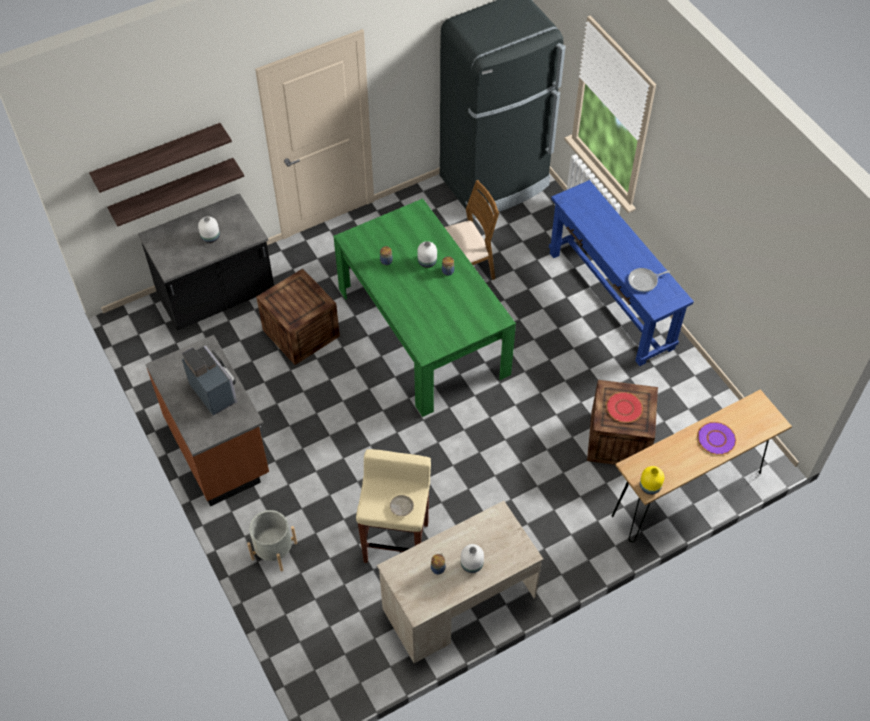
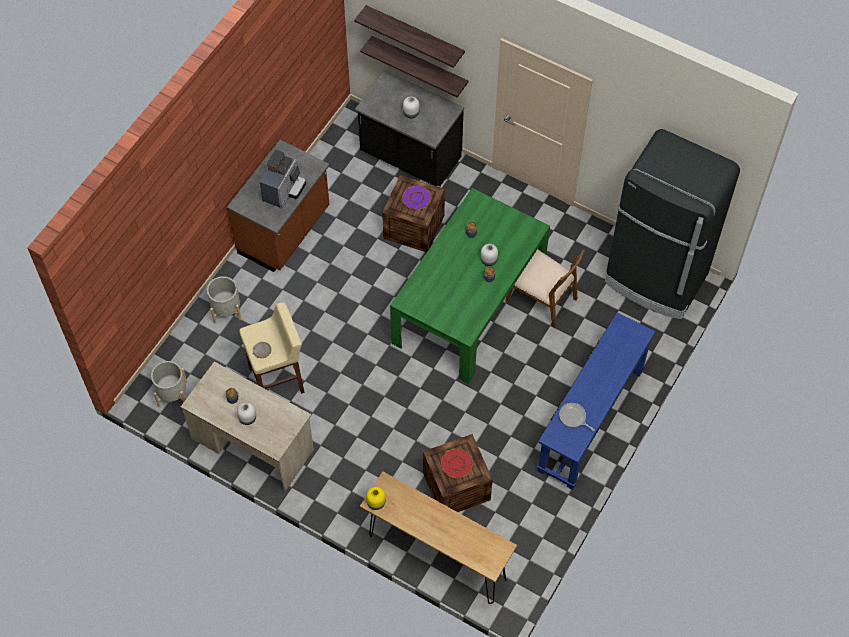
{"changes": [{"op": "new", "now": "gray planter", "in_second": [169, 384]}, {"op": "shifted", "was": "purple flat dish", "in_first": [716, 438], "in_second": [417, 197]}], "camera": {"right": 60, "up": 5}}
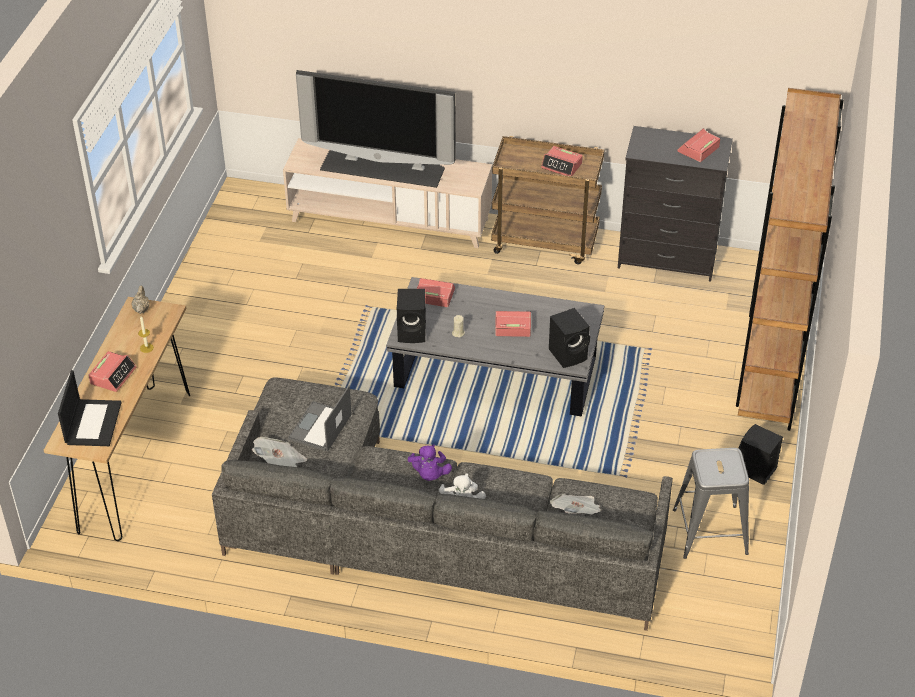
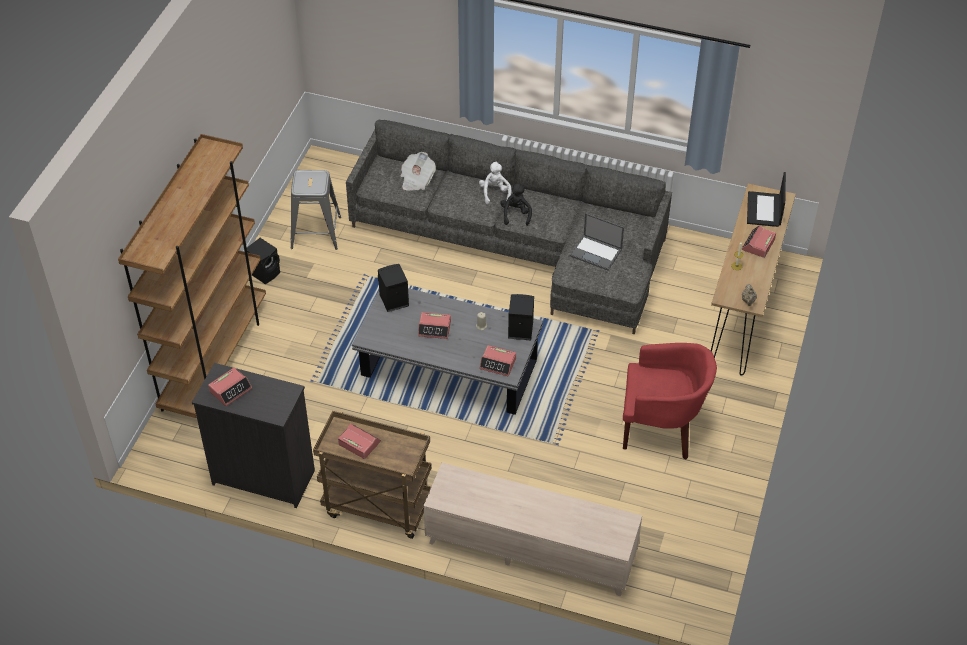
{"changes": [{"op": "repainted", "was": "purple plush toy", "now": "black plush toy", "in_first": [430, 462], "in_second": [516, 204]}, {"op": "rotated", "was": "portable computer", "in_first": [320, 419], "in_second": [597, 242], "clockwise": 90}, {"op": "new", "now": "red armchair", "in_second": [670, 401]}, {"op": "gone", "was": "printed paper", "in_first": [279, 452]}, {"op": "gone", "was": "television", "in_first": [376, 129]}], "camera": {"right": -175, "up": 5}}
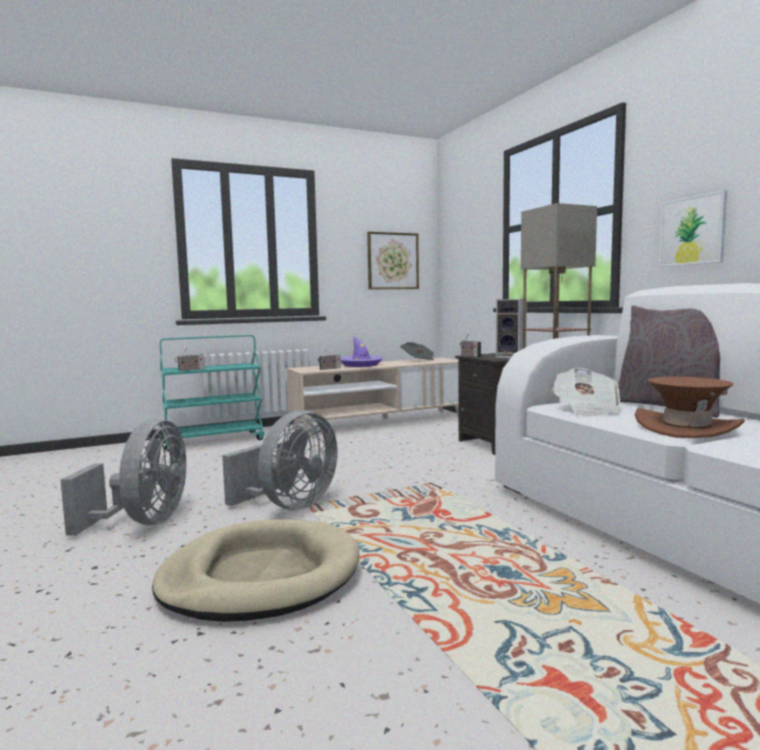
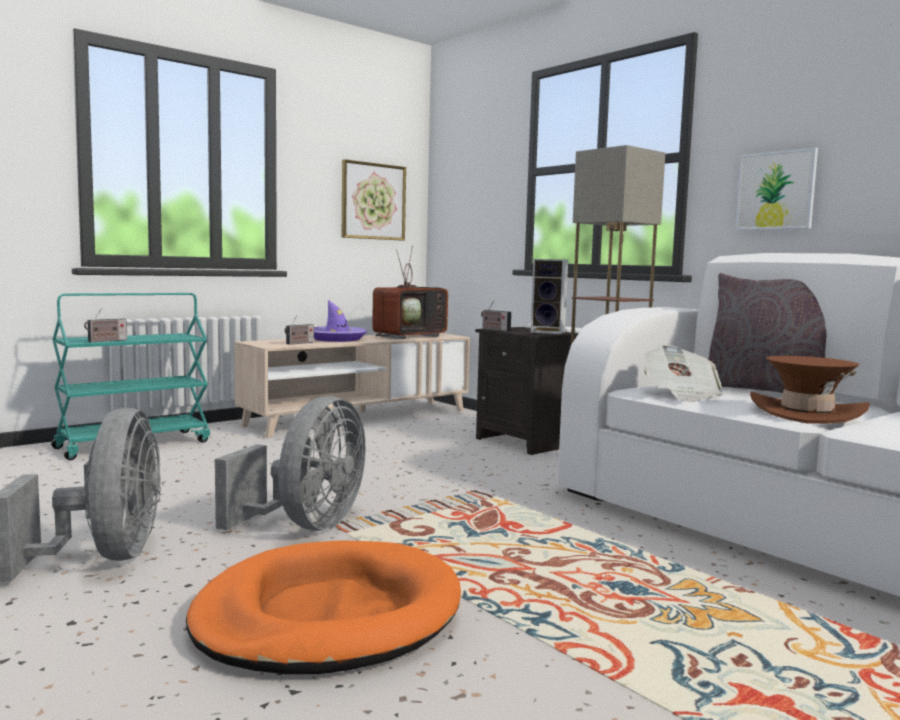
{"changes": [{"op": "repainted", "was": "sand-coloured pet bed", "now": "orange-coloured pet bed", "in_first": [255, 570], "in_second": [323, 607]}, {"op": "swapped", "was": "printed paper", "now": "television", "in_first": [417, 351], "in_second": [410, 292]}], "camera": {"right": -15, "up": 0}}
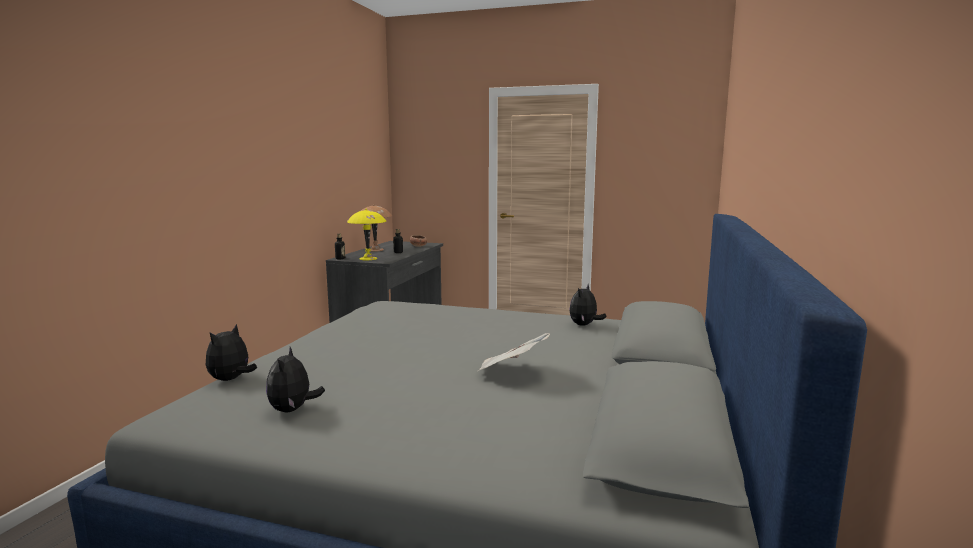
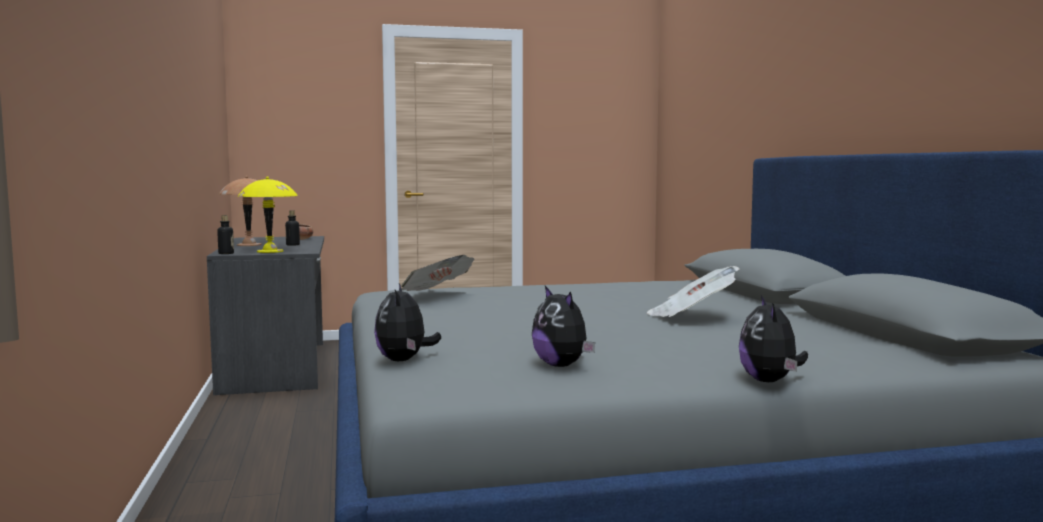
{"changes": [{"op": "new", "now": "printed paper", "in_second": [438, 273]}, {"op": "shifted", "was": "plush toy", "in_first": [587, 305], "in_second": [773, 338]}], "camera": {"right": -30, "up": -5}}
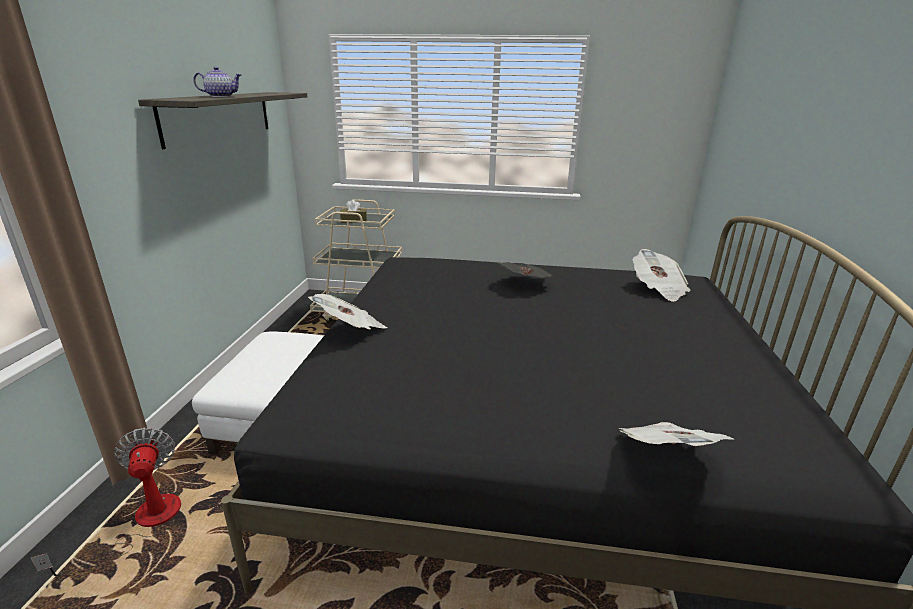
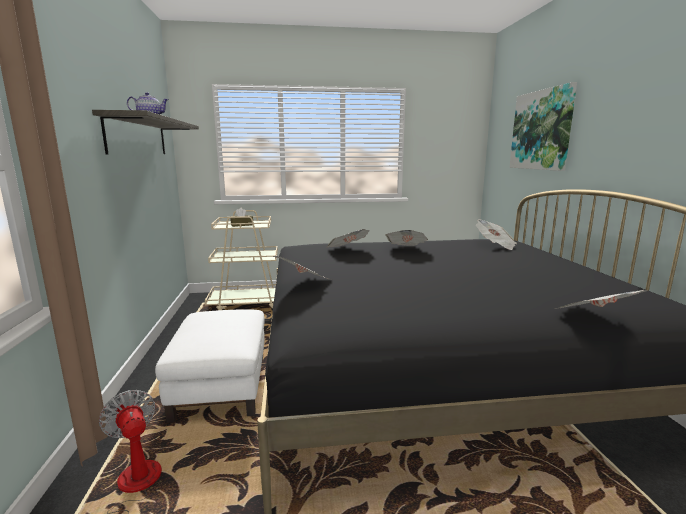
{"changes": [{"op": "new", "now": "printed paper", "in_second": [348, 238]}, {"op": "new", "now": "wall art", "in_second": [543, 126]}], "camera": {"right": -15, "up": -10}}
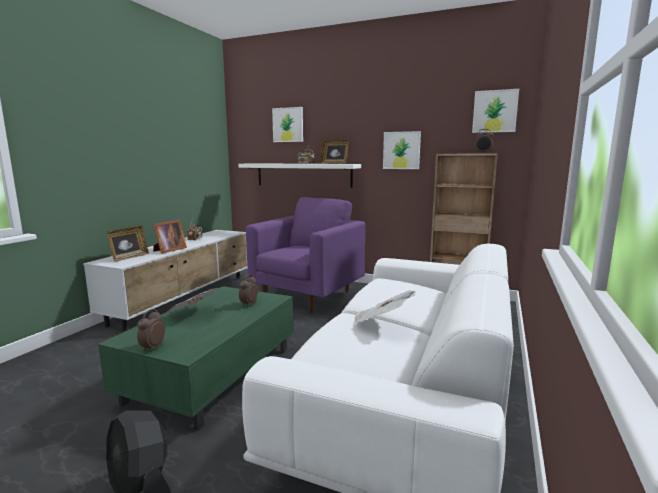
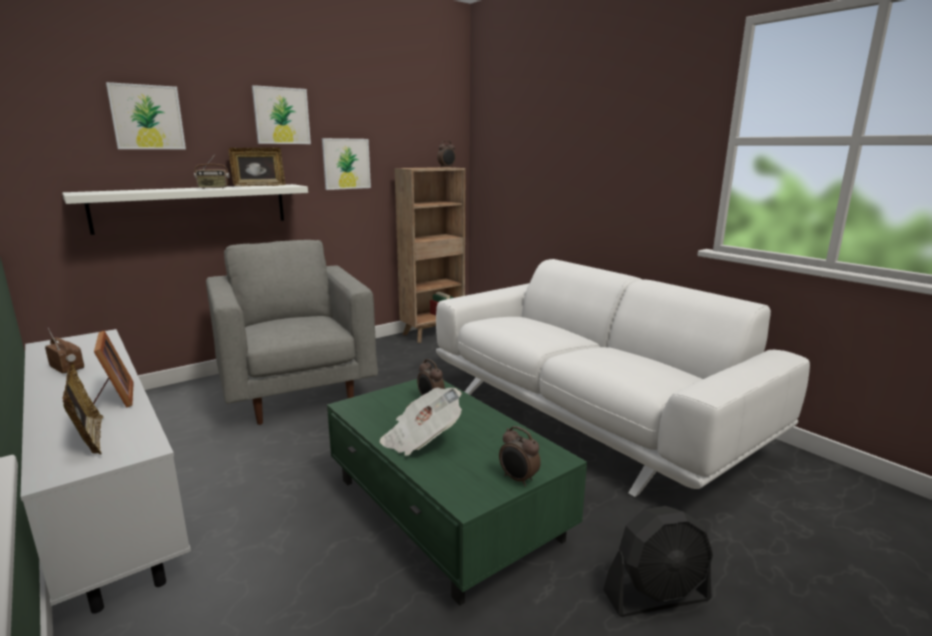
{"changes": [{"op": "repainted", "was": "purple armchair", "now": "gray armchair", "in_first": [305, 255], "in_second": [292, 332]}, {"op": "shifted", "was": "wall art", "in_first": [495, 111], "in_second": [281, 114]}, {"op": "gone", "was": "printed paper", "in_first": [385, 307]}], "camera": {"right": -60, "up": 5}}
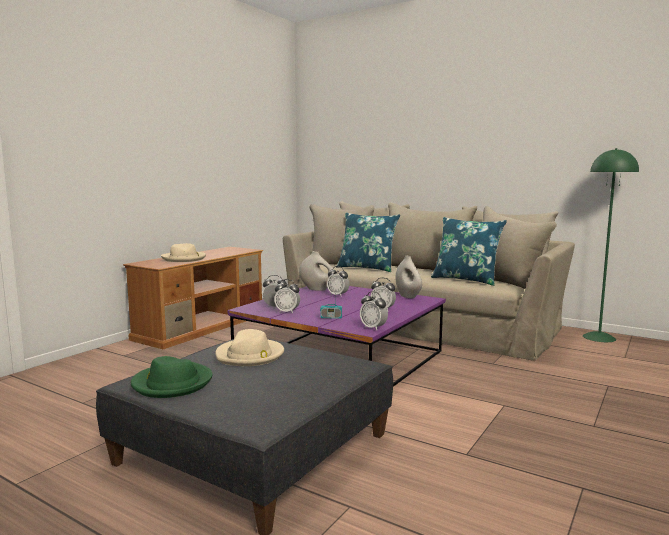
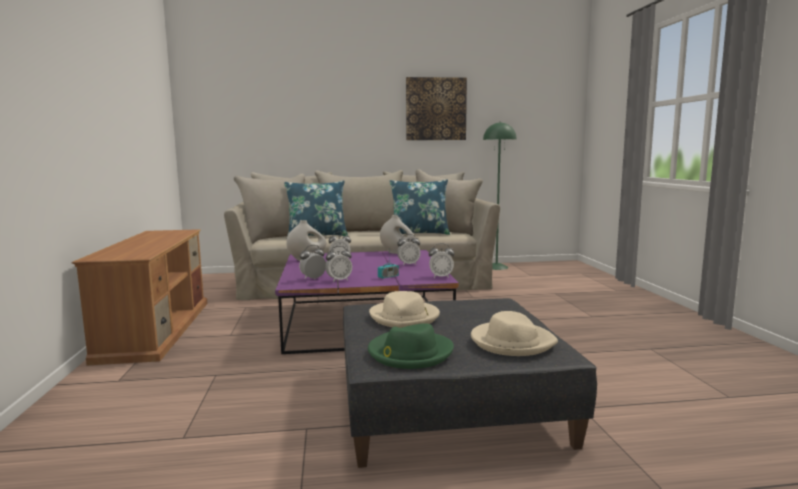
{"changes": [{"op": "new", "now": "wall art", "in_second": [436, 108]}, {"op": "shifted", "was": "sand-coloured hat", "in_first": [183, 252], "in_second": [514, 333]}], "camera": {"right": -40, "up": 0}}
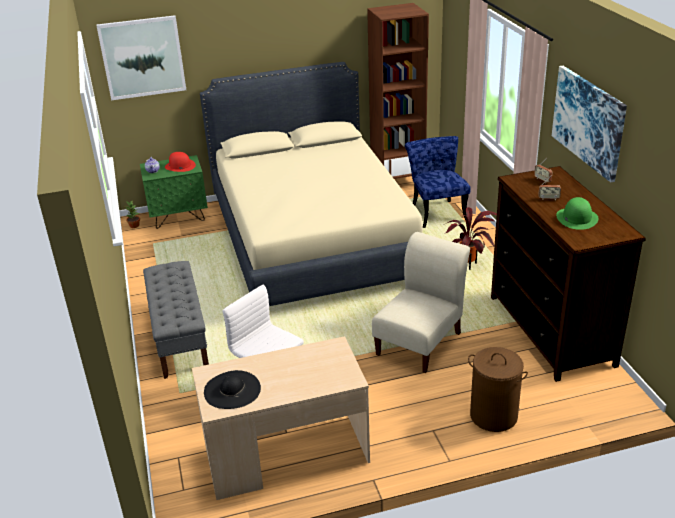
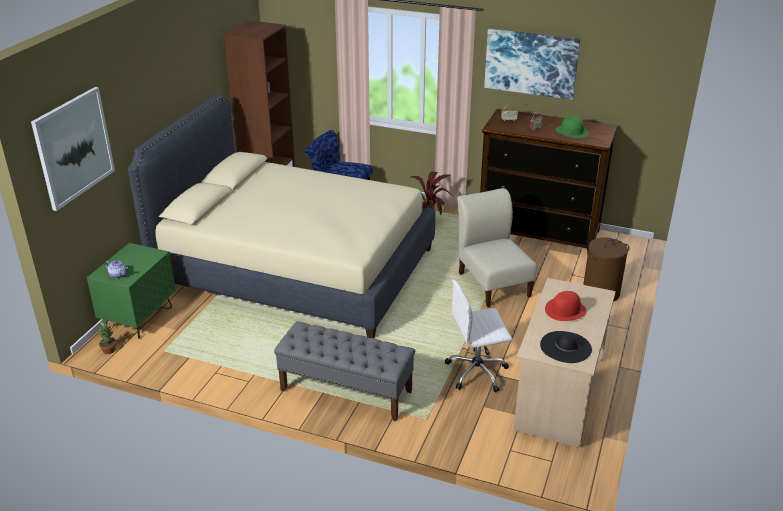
{"changes": [{"op": "shifted", "was": "red hat", "in_first": [180, 162], "in_second": [565, 306]}], "camera": {"right": -55, "up": 0}}
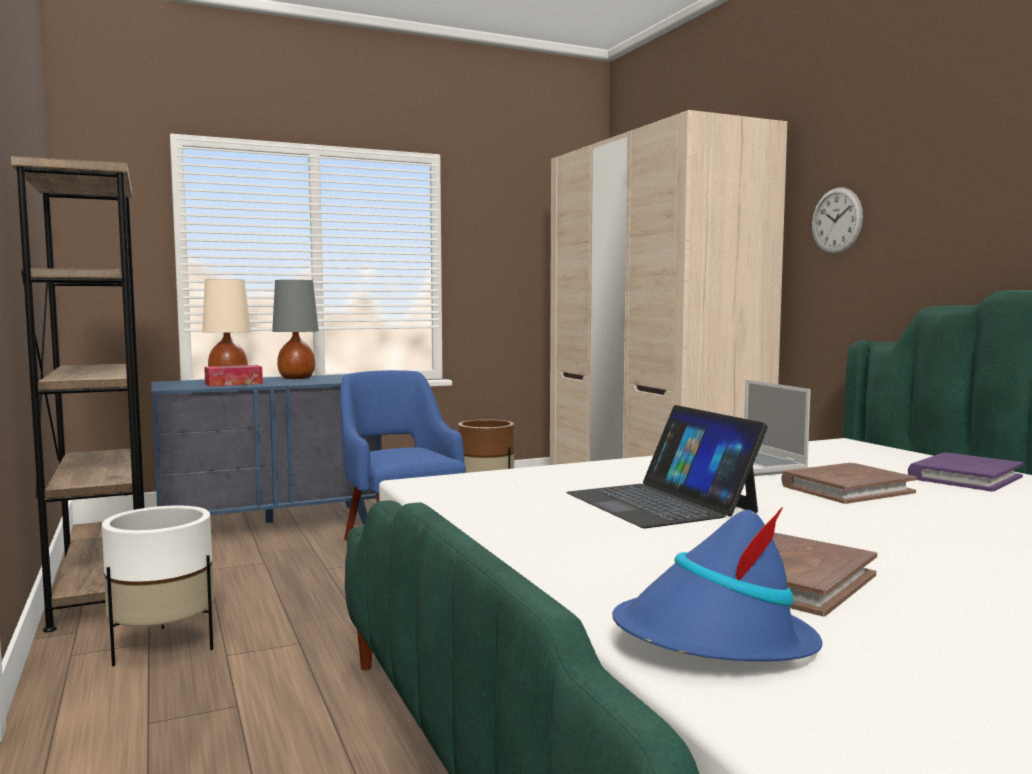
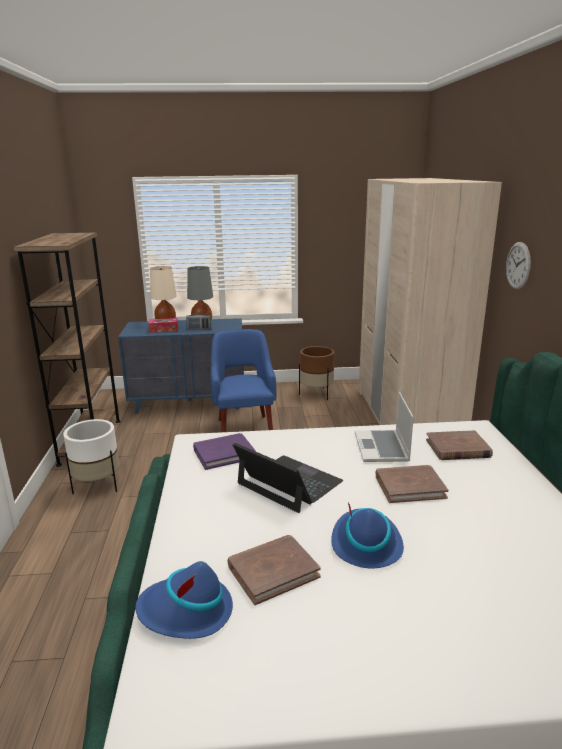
{"changes": [{"op": "new", "now": "radio set", "in_second": [198, 322]}, {"op": "shifted", "was": "purple book", "in_first": [966, 472], "in_second": [224, 451]}, {"op": "rotated", "was": "portable computer", "in_first": [667, 466], "in_second": [288, 478], "clockwise": 135}, {"op": "new", "now": "bluish hat", "in_second": [367, 535]}, {"op": "new", "now": "brownish book", "in_second": [459, 445]}], "camera": {"right": 20, "up": 15}}
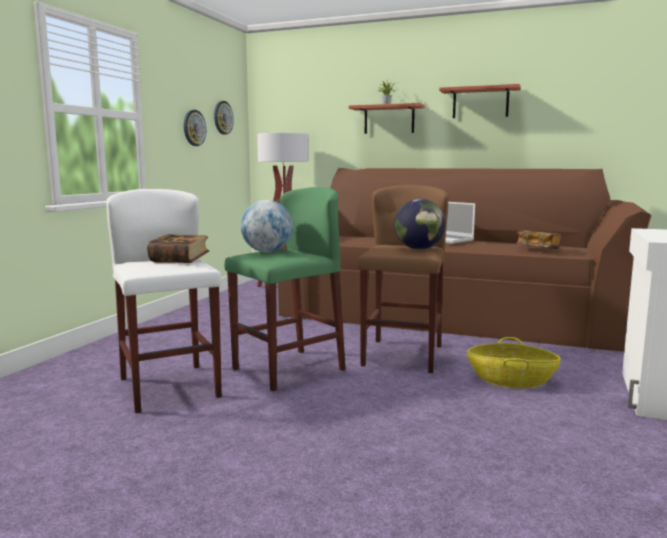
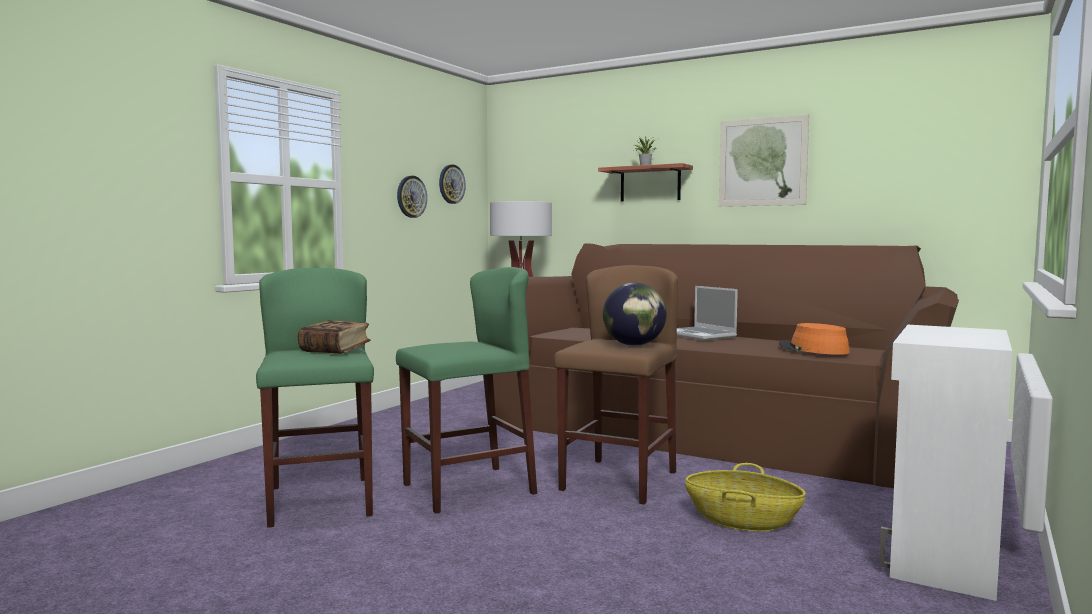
{"changes": [{"op": "repainted", "was": "whitish sitting stool", "now": "greenish sitting stool", "in_first": [164, 301], "in_second": [315, 398]}, {"op": "swapped", "was": "bracket shelf", "now": "wall art", "in_first": [480, 101], "in_second": [764, 160]}, {"op": "swapped", "was": "book", "now": "orange-coloured hat", "in_first": [538, 240], "in_second": [814, 339]}, {"op": "gone", "was": "world globe", "in_first": [267, 226]}], "camera": {"right": 10, "up": -5}}
